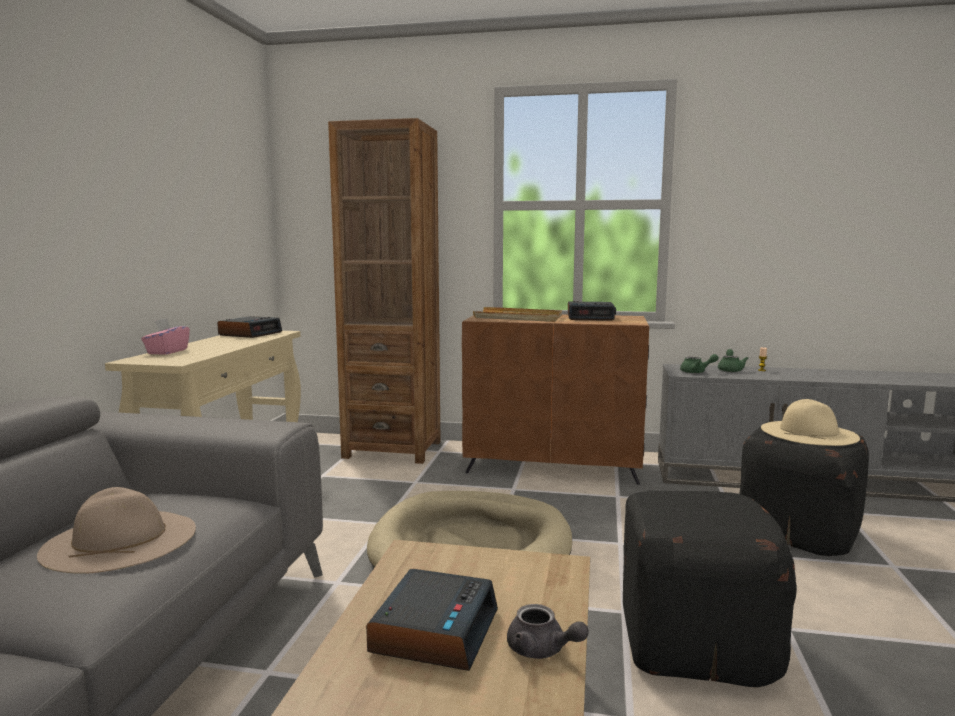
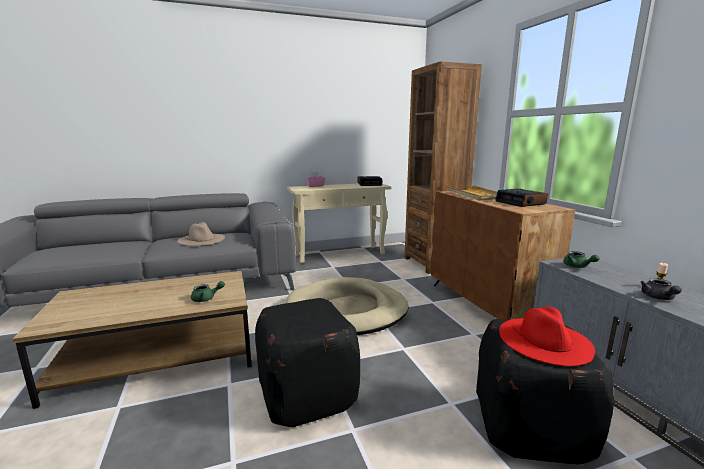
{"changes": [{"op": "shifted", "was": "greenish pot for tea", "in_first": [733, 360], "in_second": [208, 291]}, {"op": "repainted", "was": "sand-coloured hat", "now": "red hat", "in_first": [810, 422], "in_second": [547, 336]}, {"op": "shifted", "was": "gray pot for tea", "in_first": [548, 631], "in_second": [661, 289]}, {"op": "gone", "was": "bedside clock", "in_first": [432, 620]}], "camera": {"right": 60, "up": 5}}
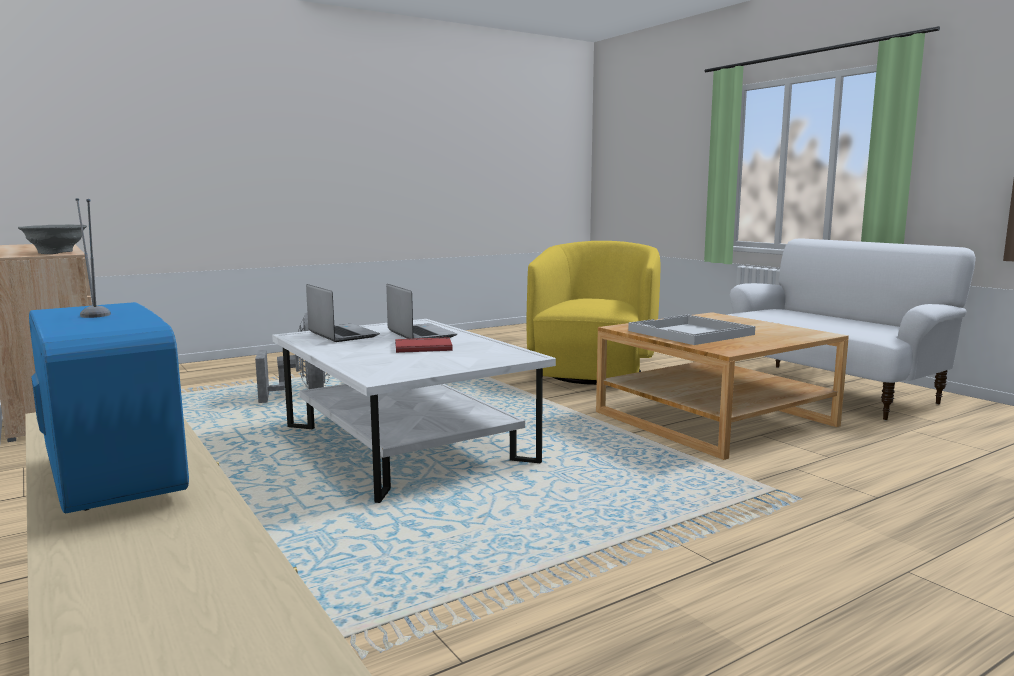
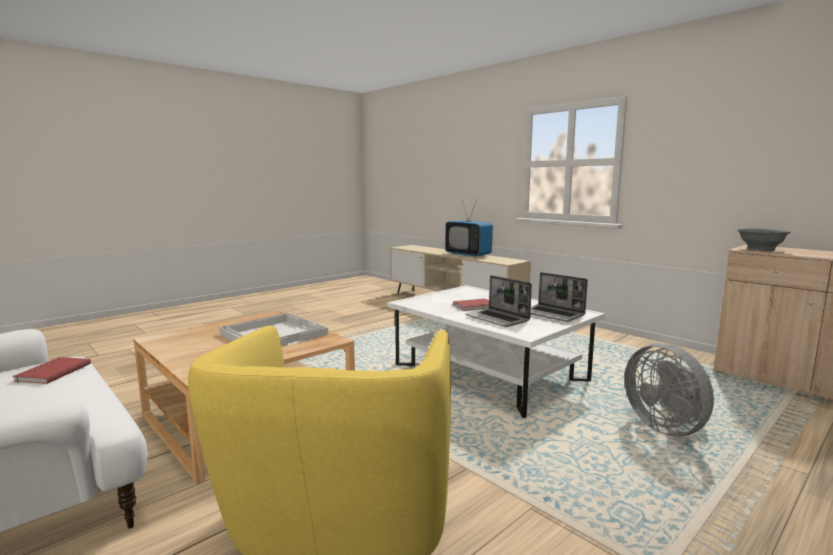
{"changes": [{"op": "new", "now": "red book", "in_second": [51, 370]}], "camera": {"right": 170, "up": 0}}
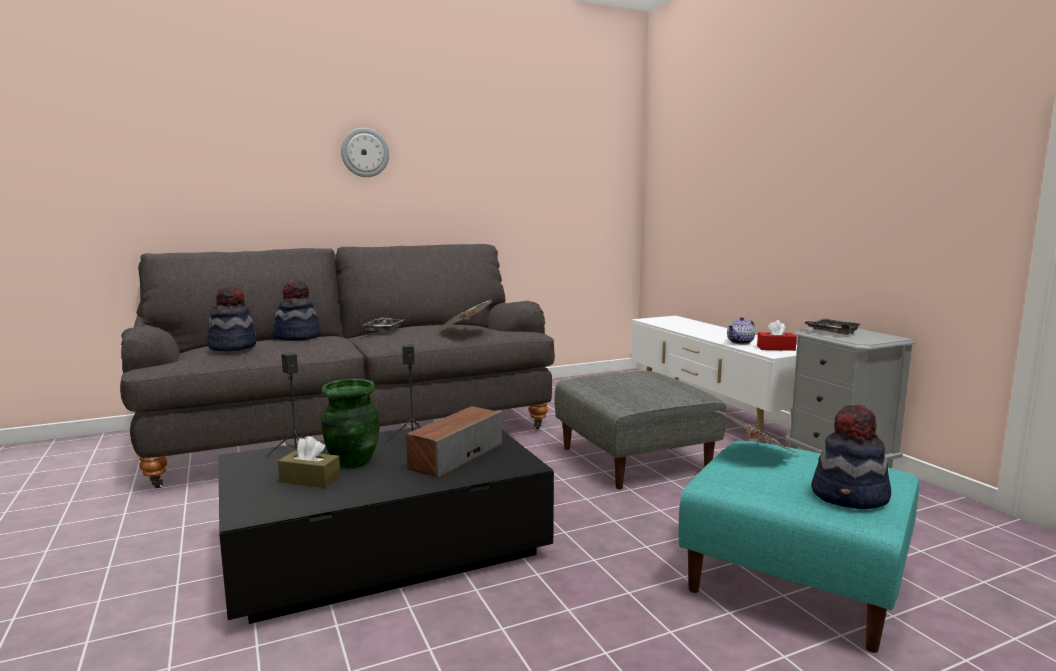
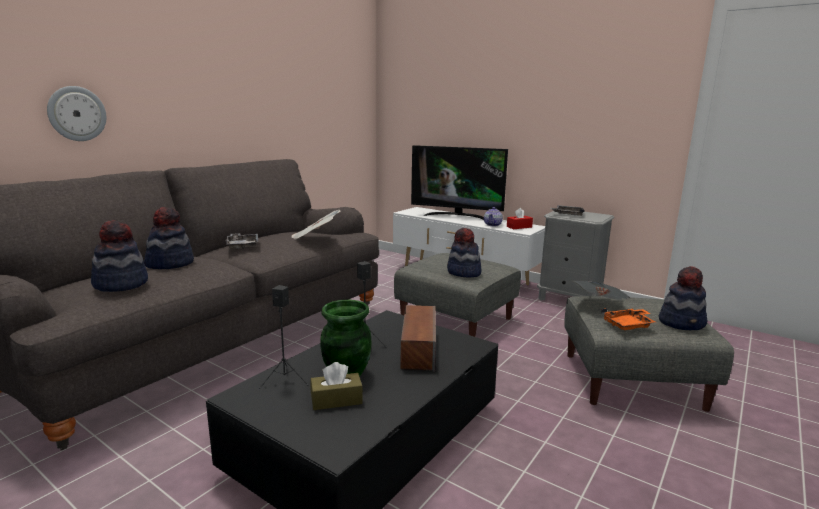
{"changes": [{"op": "shifted", "was": "wall clock", "in_first": [365, 152], "in_second": [76, 113]}, {"op": "new", "now": "television", "in_second": [459, 182]}, {"op": "new", "now": "hat", "in_second": [464, 252]}, {"op": "repainted", "was": "blue-green ottoman", "now": "gray ottoman", "in_first": [798, 547], "in_second": [649, 354]}, {"op": "new", "now": "orange-coloured tray", "in_second": [628, 319]}], "camera": {"right": -30, "up": 5}}
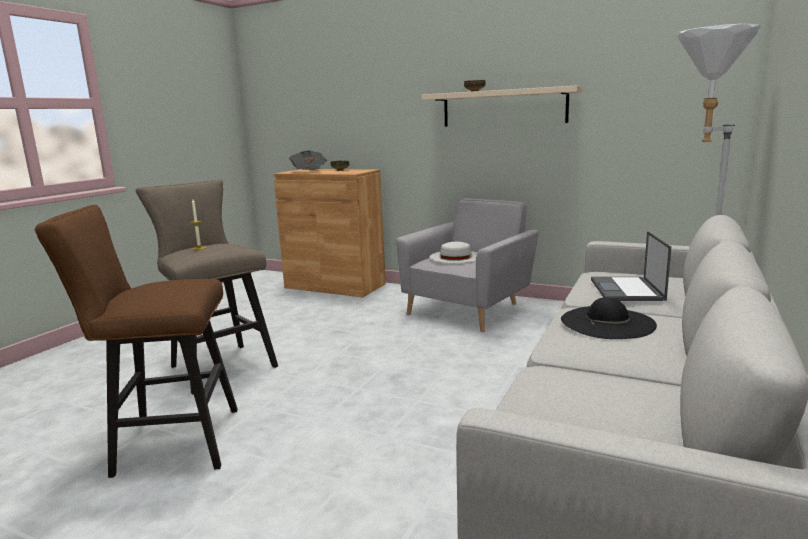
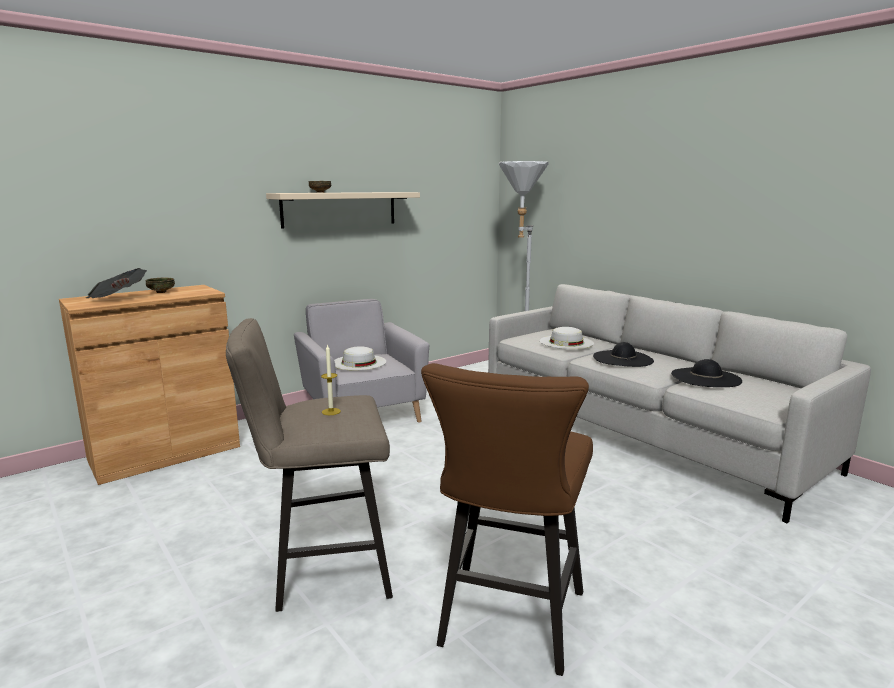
{"changes": [{"op": "swapped", "was": "portable computer", "now": "whitish hat", "in_first": [631, 266], "in_second": [567, 338]}, {"op": "new", "now": "black hat", "in_second": [706, 373]}], "camera": {"right": -65, "up": 0}}
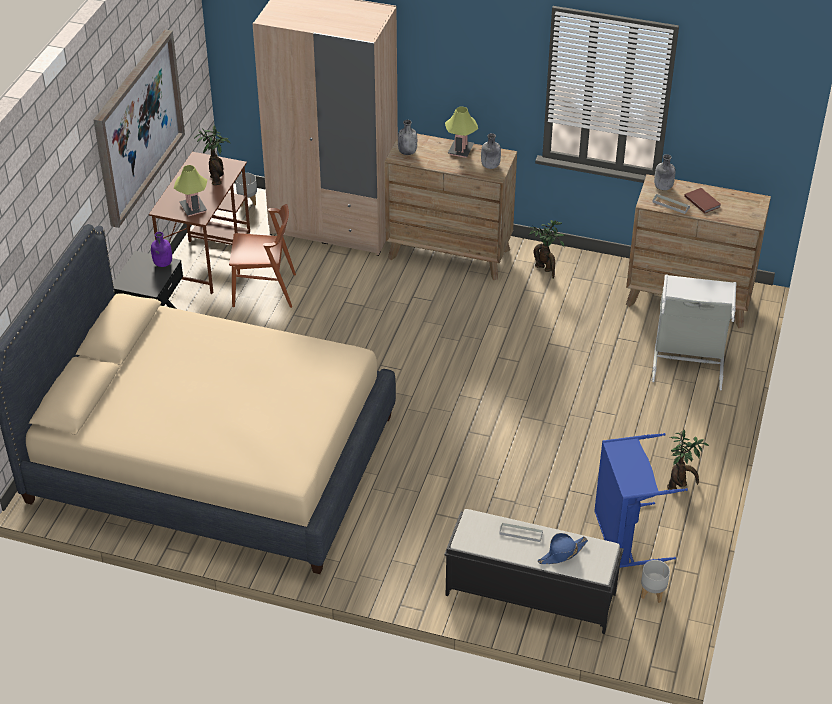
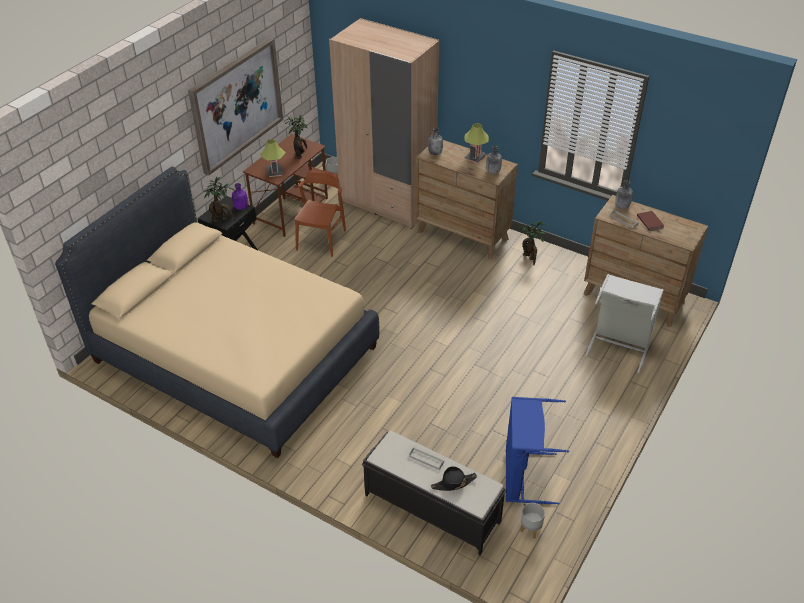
{"changes": [{"op": "shifted", "was": "plant in a pot", "in_first": [688, 459], "in_second": [219, 199]}, {"op": "rotated", "was": "brownish plain chair", "in_first": [262, 256], "in_second": [320, 213], "clockwise": -90}, {"op": "repainted", "was": "bluish hat", "now": "black hat", "in_first": [563, 548], "in_second": [454, 478]}], "camera": {"right": 15, "up": 0}}
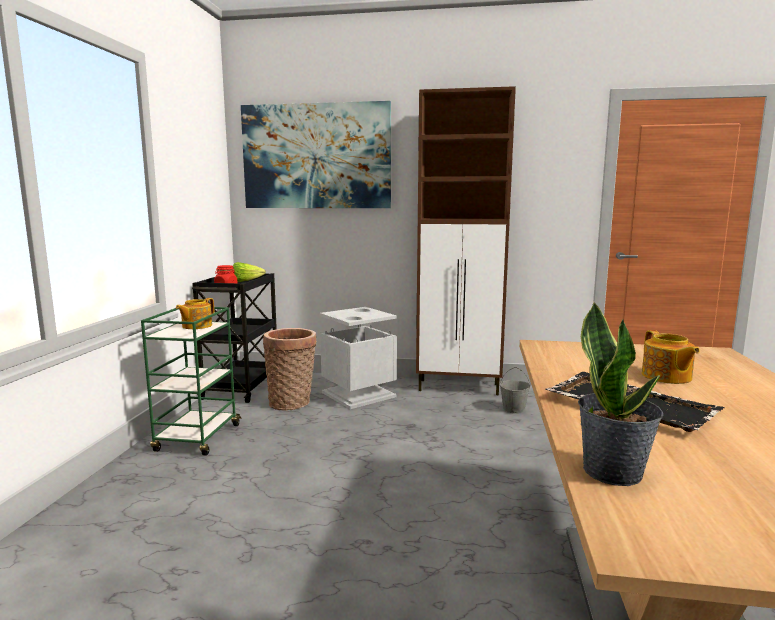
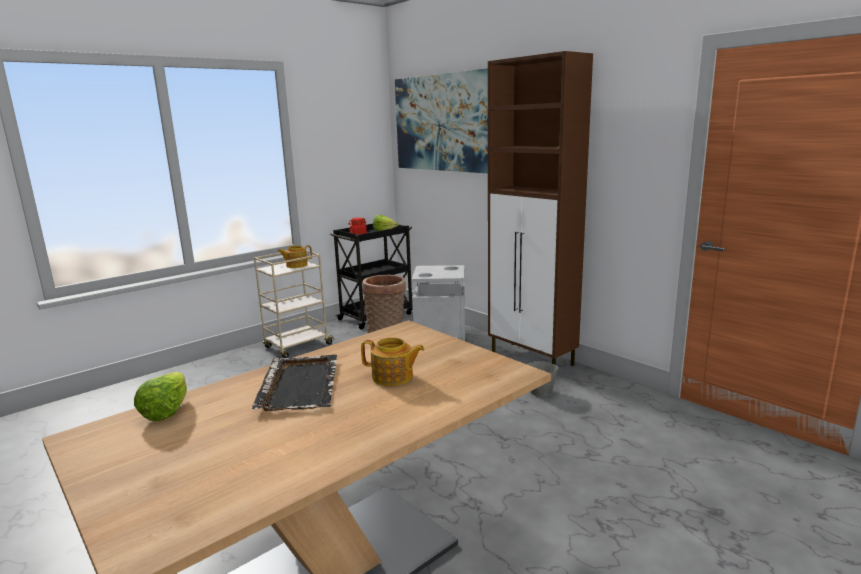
{"changes": [{"op": "swapped", "was": "plant in a pot", "now": "lettuce head", "in_first": [620, 394], "in_second": [160, 396]}, {"op": "repainted", "was": "greenish cart", "now": "sand-coloured cart", "in_first": [191, 381], "in_second": [294, 304]}, {"op": "rotated", "was": "pot for tea", "in_first": [671, 357], "in_second": [392, 362], "clockwise": -105}], "camera": {"right": 40, "up": 5}}
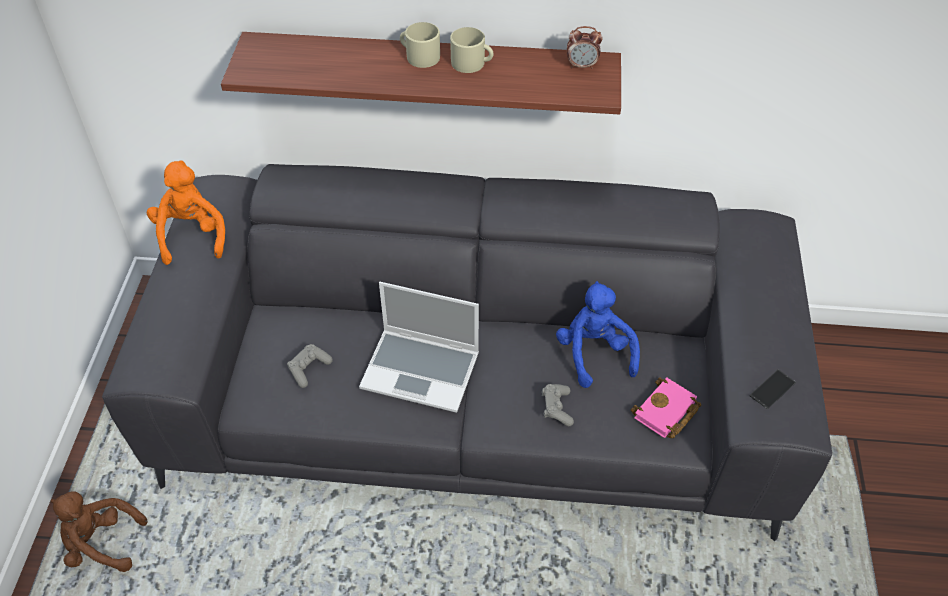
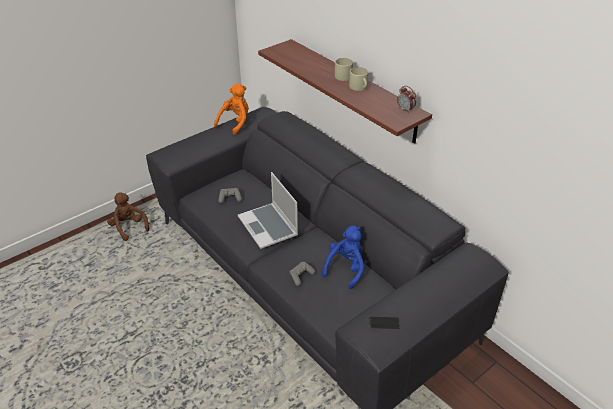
{"changes": [{"op": "gone", "was": "pink-coloured book", "in_first": [666, 407]}], "camera": {"right": 45, "up": -10}}
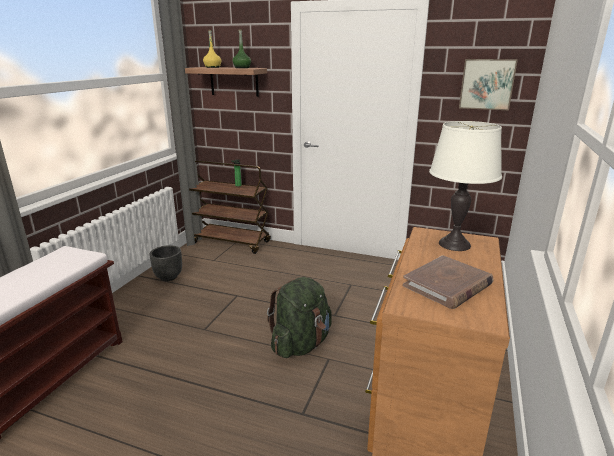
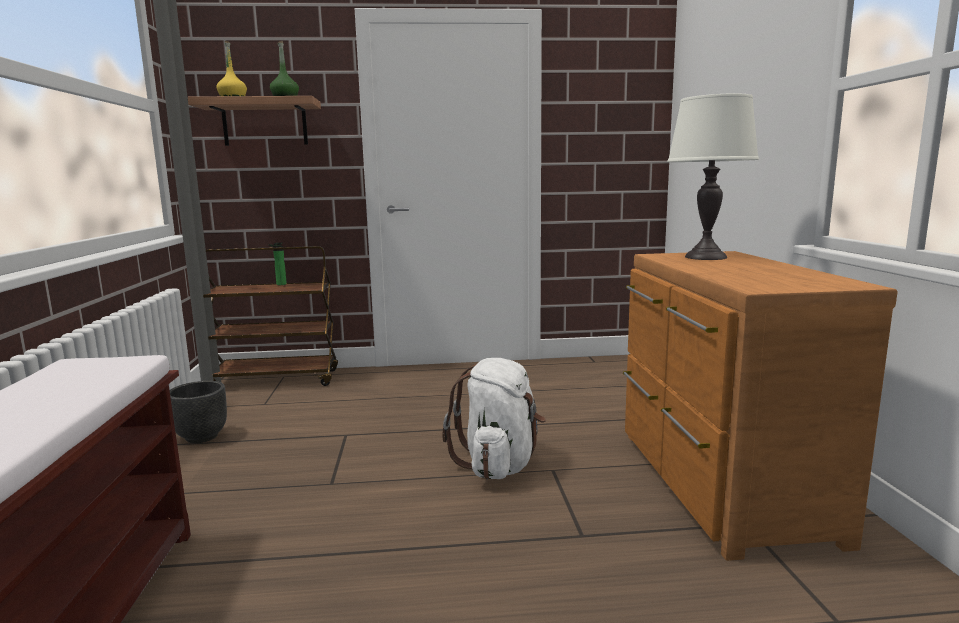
{"changes": [{"op": "repainted", "was": "greenish rucksack", "now": "whitish rucksack", "in_first": [299, 317], "in_second": [494, 418]}, {"op": "gone", "was": "brownish book", "in_first": [448, 282]}, {"op": "gone", "was": "wall art", "in_first": [488, 84]}], "camera": {"right": -25, "up": -10}}
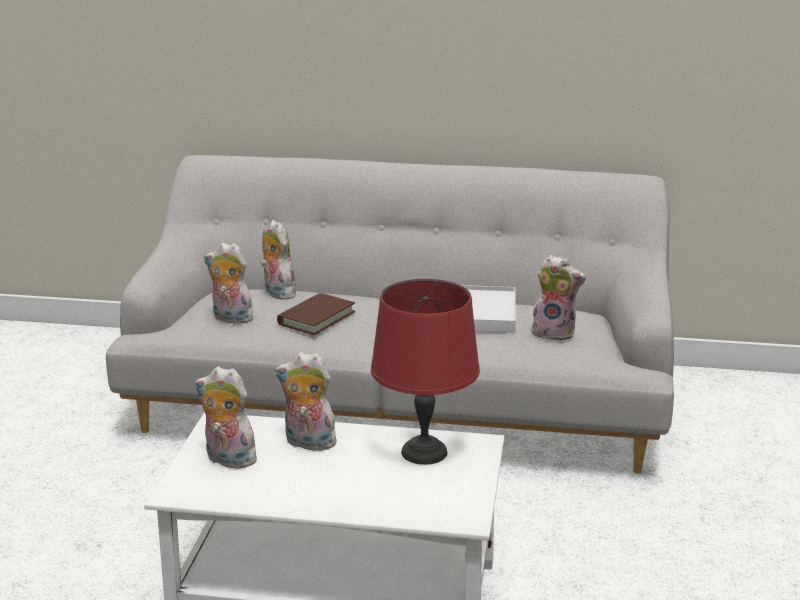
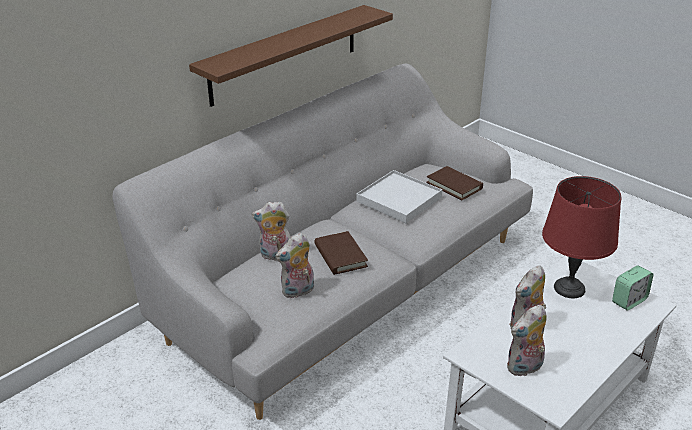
{"changes": [{"op": "new", "now": "brownish bracket shelf", "in_second": [291, 56]}, {"op": "swapped", "was": "plush toy", "now": "brownish book", "in_first": [557, 298], "in_second": [454, 183]}, {"op": "new", "now": "bedside clock", "in_second": [632, 288]}], "camera": {"right": -55, "up": 10}}
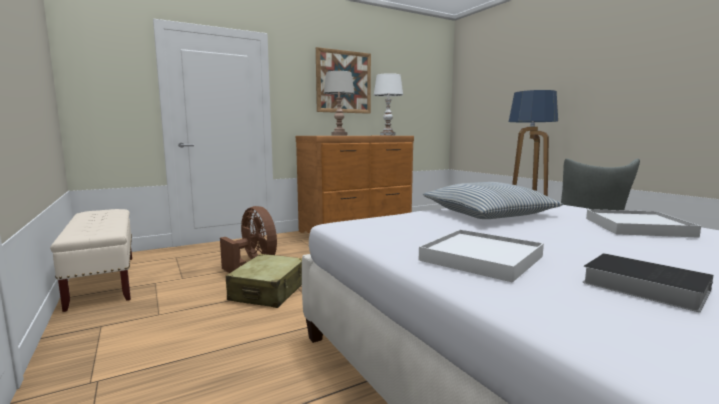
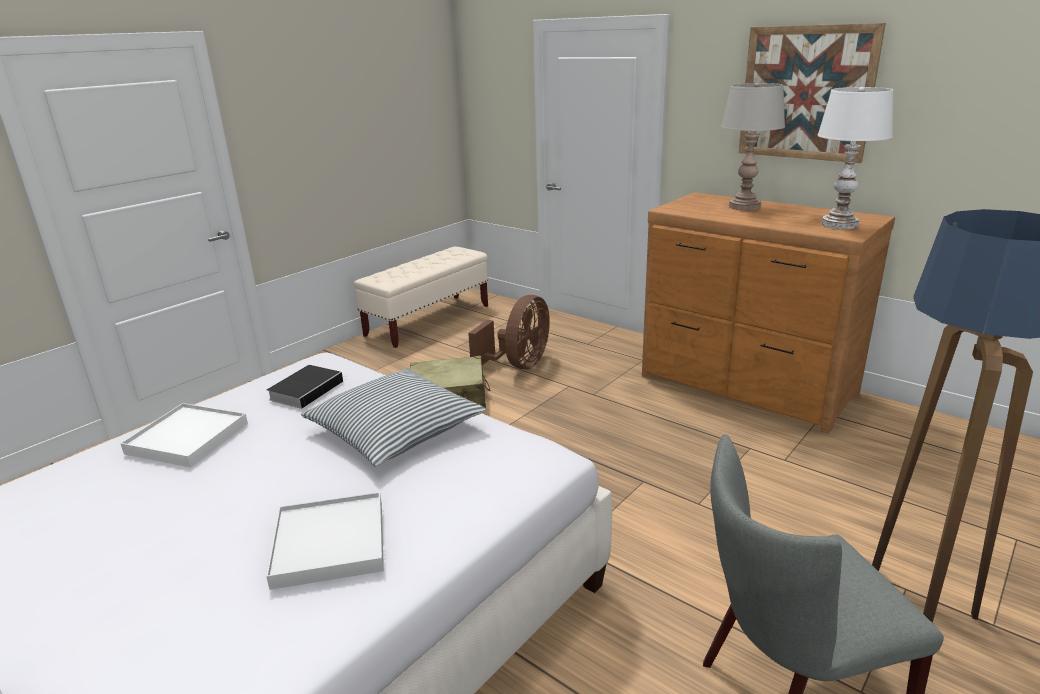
{"changes": [{"op": "shifted", "was": "book", "in_first": [647, 282], "in_second": [307, 387]}], "camera": {"right": 70, "up": 15}}
